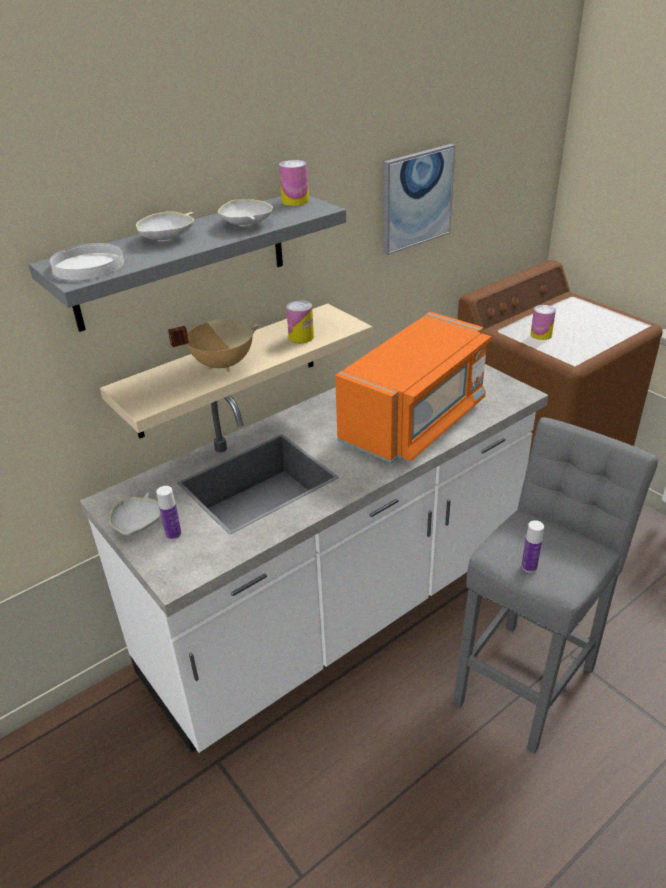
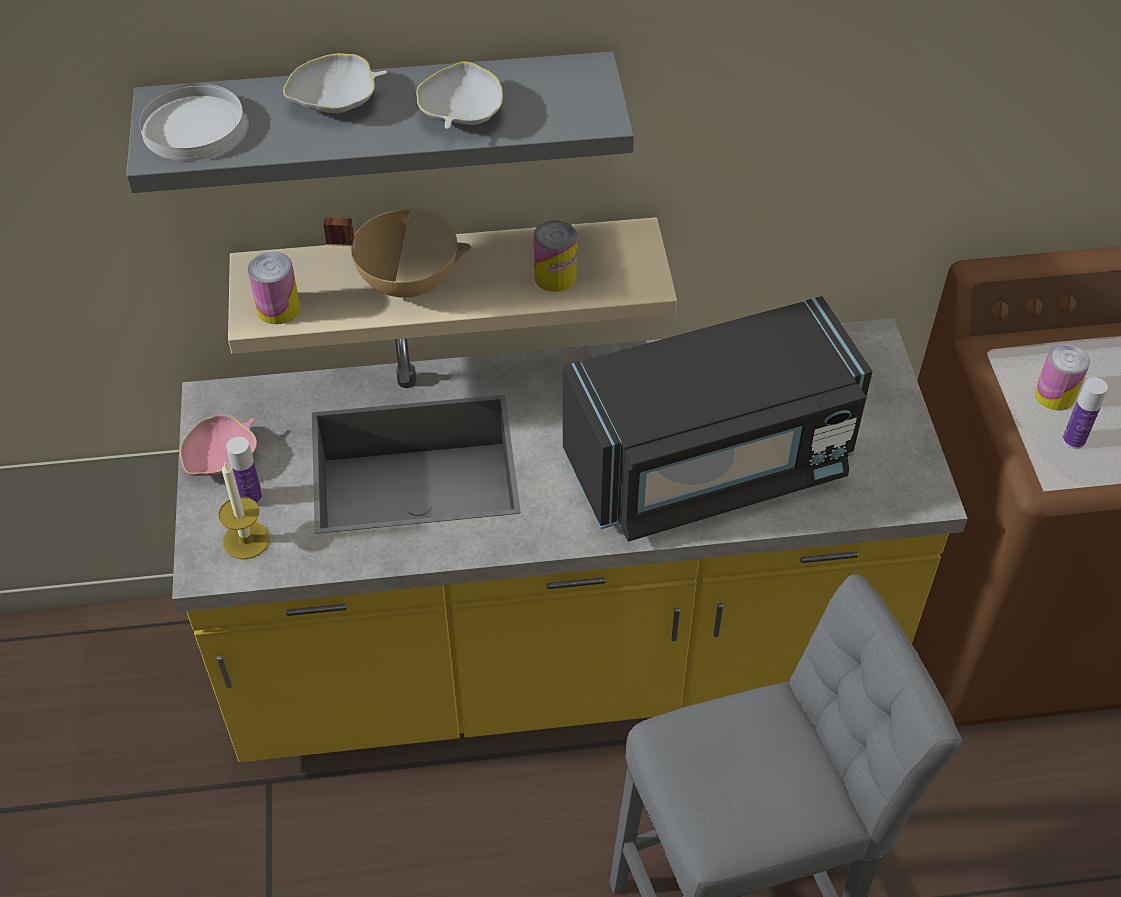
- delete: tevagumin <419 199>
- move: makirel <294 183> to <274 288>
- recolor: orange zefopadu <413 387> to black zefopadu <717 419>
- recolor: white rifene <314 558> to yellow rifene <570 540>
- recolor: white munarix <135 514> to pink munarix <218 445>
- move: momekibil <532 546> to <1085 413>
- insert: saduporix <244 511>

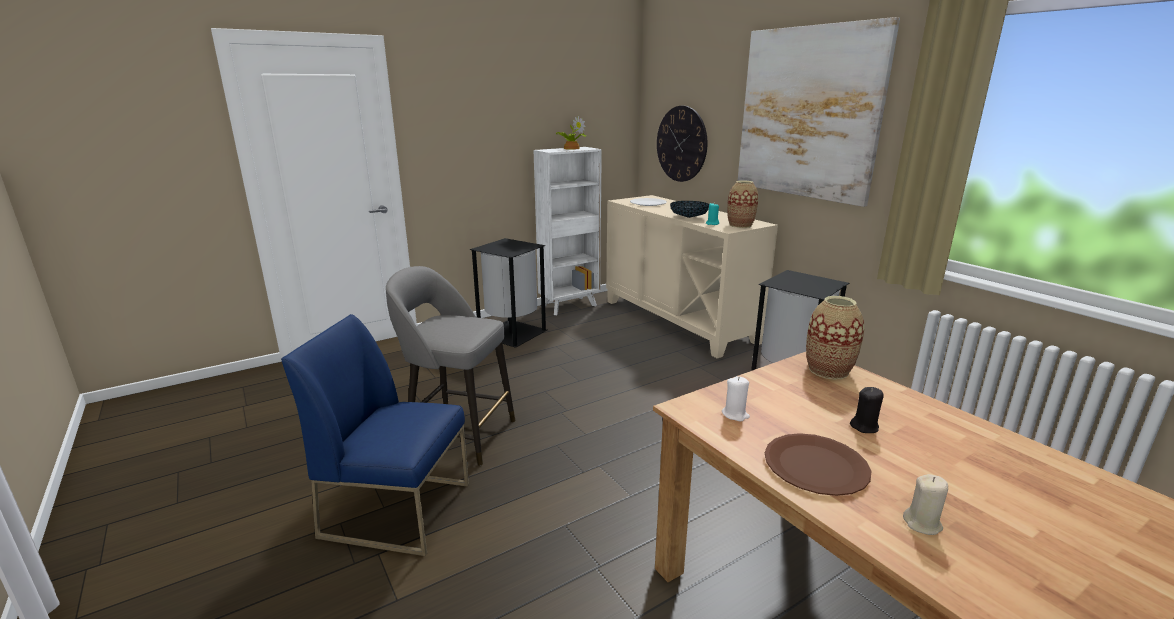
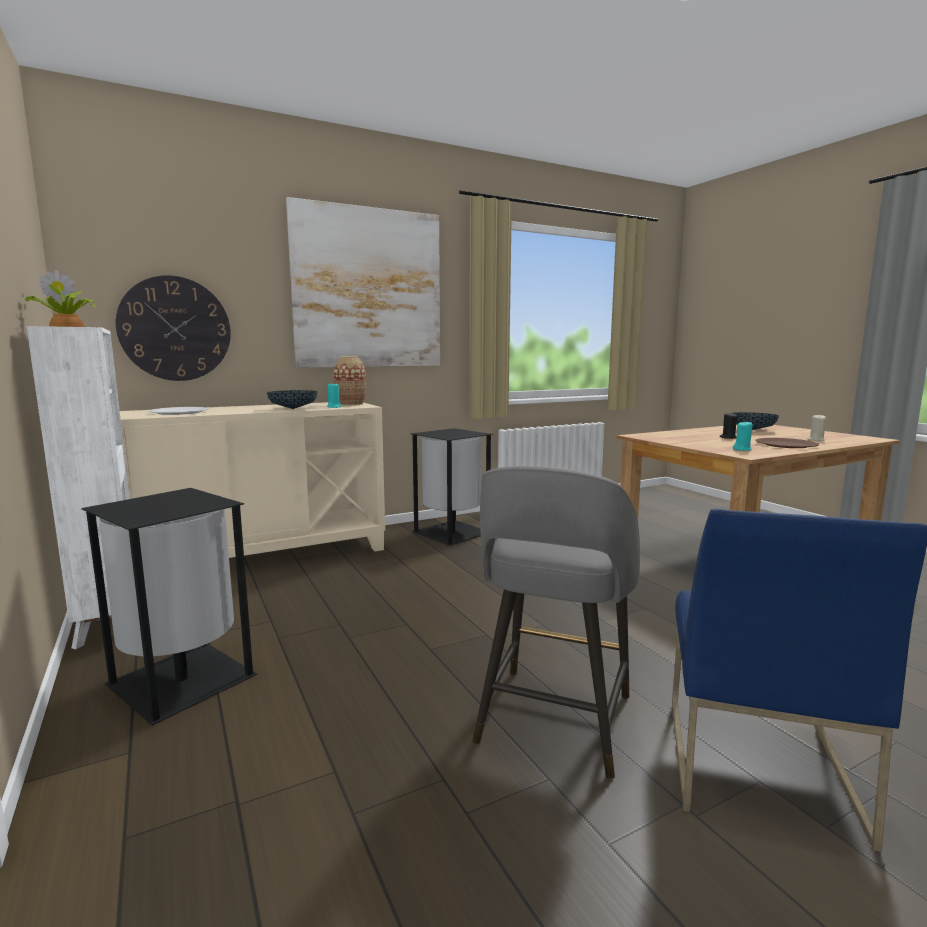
- delete: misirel <835 337>
- recolor: white saduporix <736 398> to turquoise saduporix <743 436>
- insert: munarix <756 421>

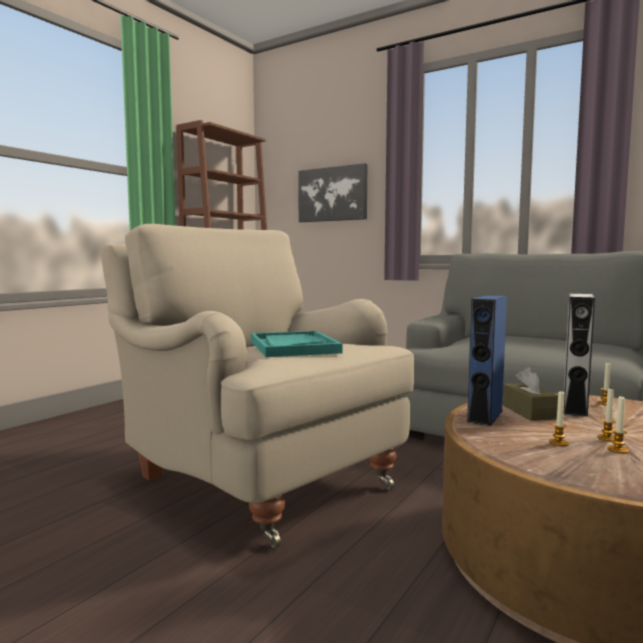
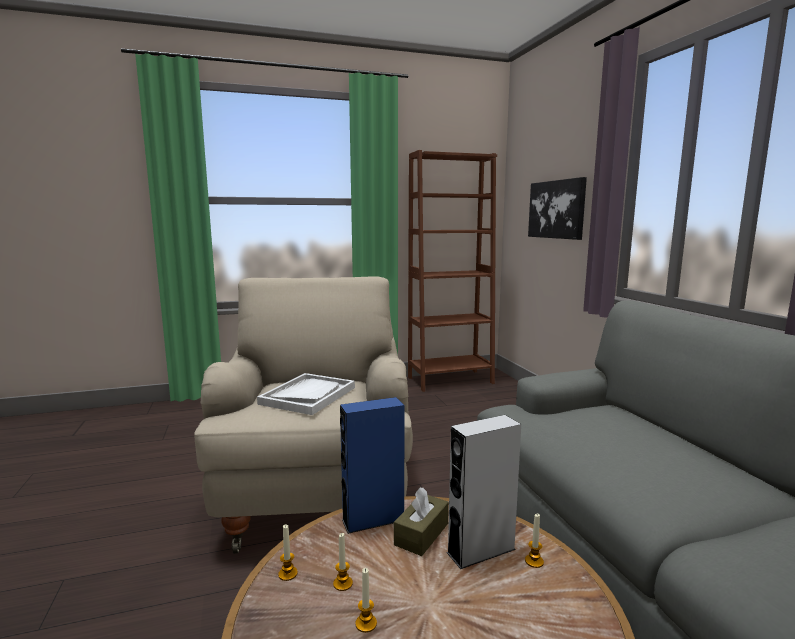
- recolor: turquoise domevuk <296 344> to white domevuk <306 394>
- move: saduporix <606 415> to <288 552>

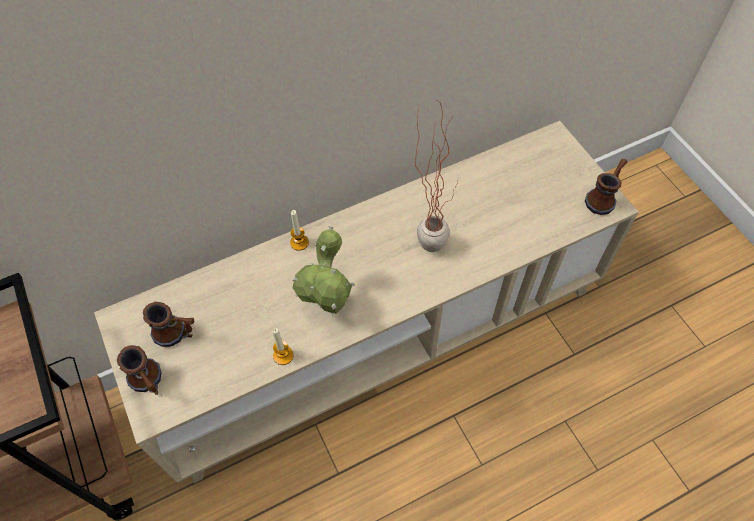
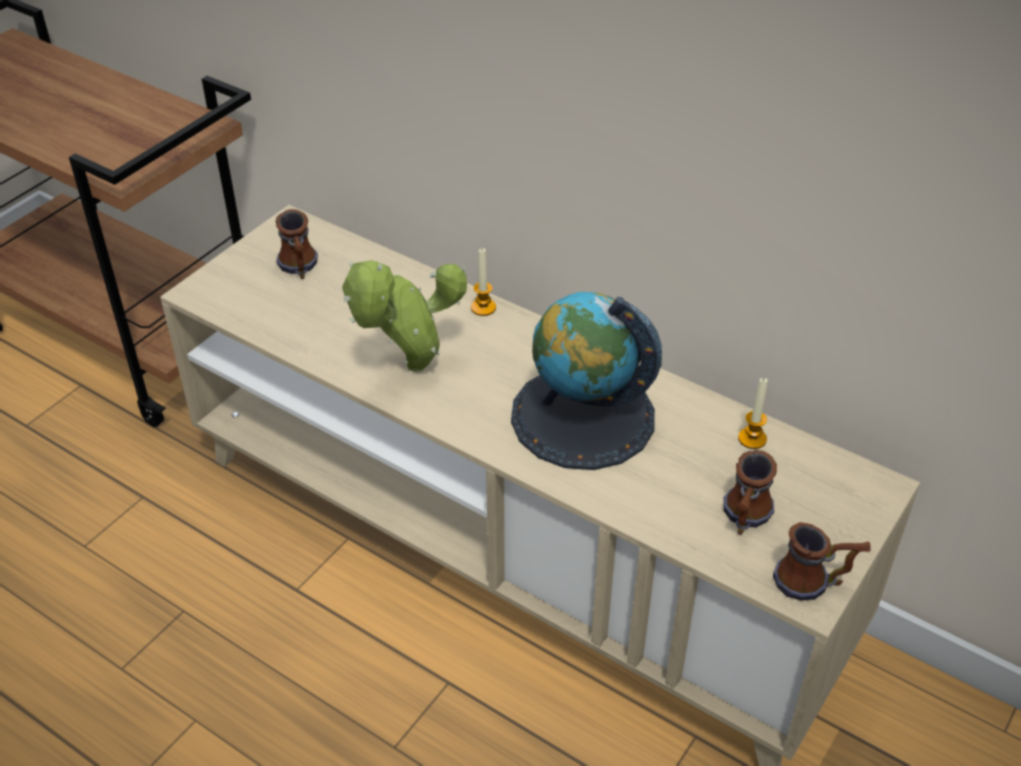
- replace: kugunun <437 176> to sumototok <586 381>
- move: saduporix <283 346> to <753 413>
- move: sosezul <139 370> to <750 492>

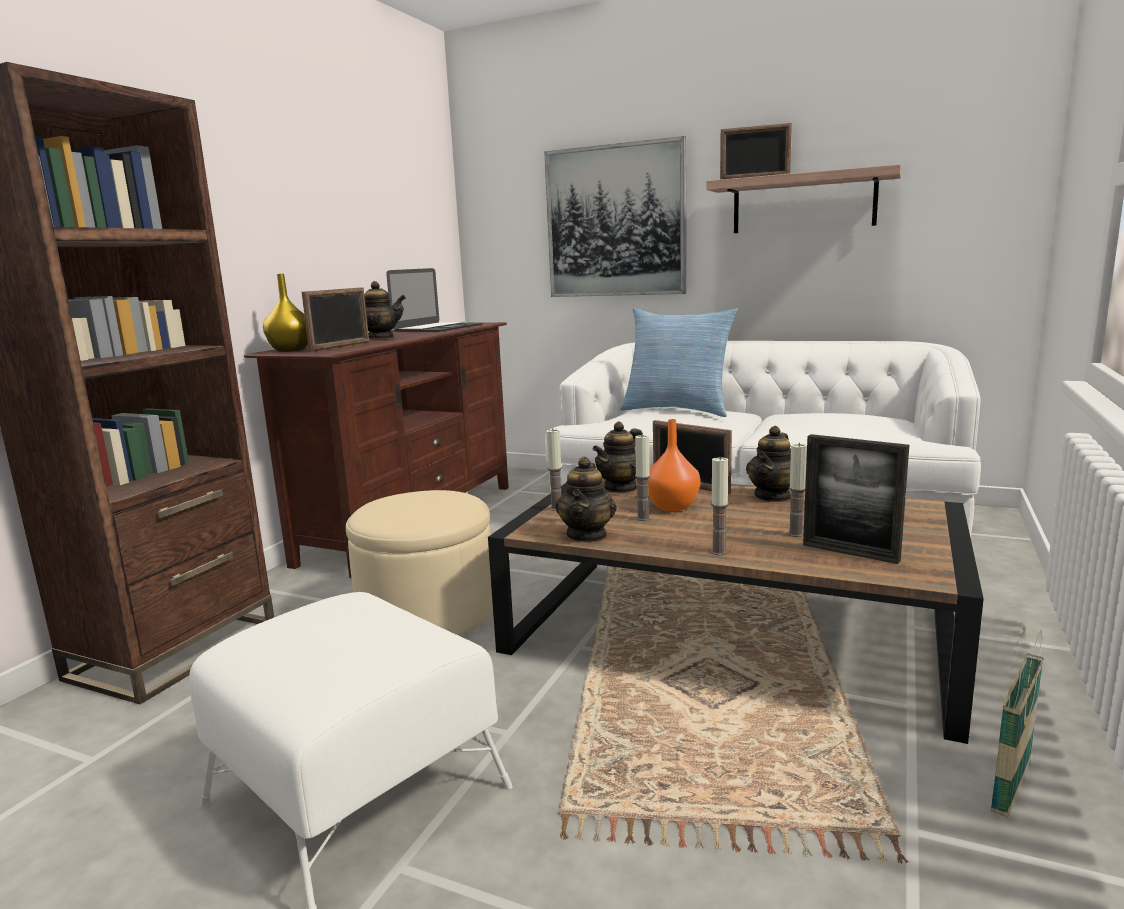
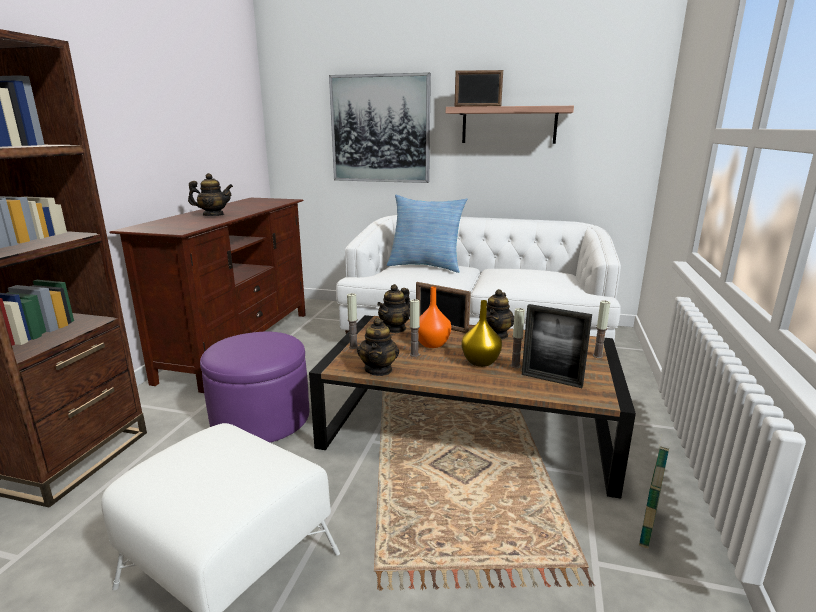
- delete: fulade <434 300>
- move: yellow misirel <285 313> to <481 333>
- delete: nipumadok <335 319>
- move: saduporix <720 505> to <602 329>
- recolor: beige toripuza <419 563> to purple toripuza <254 387>

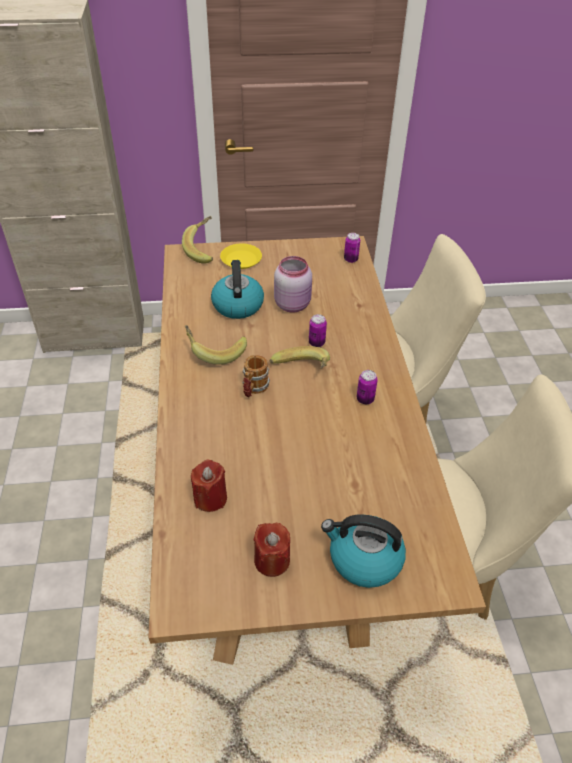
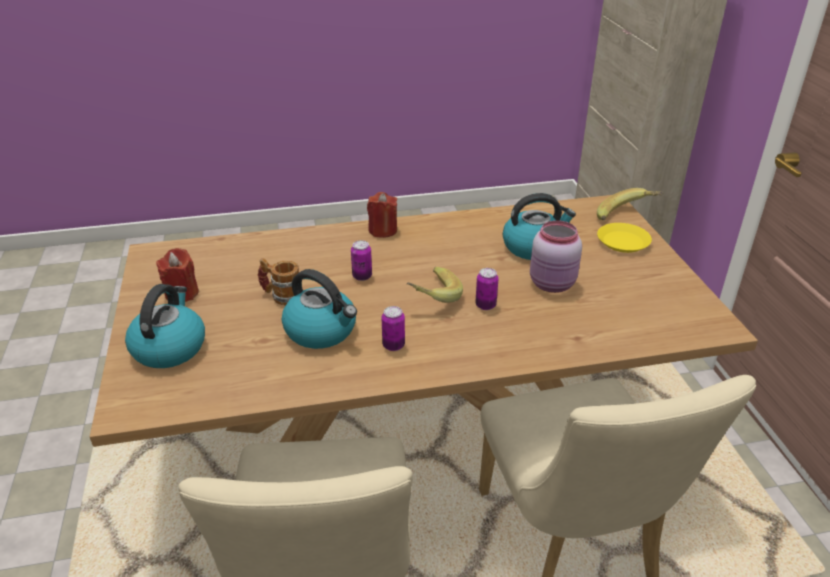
- move: makirel <352 248> to <361 260>
- delete: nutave <216 345>
- move: sosezul <256 376> to <278 282>
- move: red saduporix <209 486> to <382 215>
- insert: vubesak <319 309>

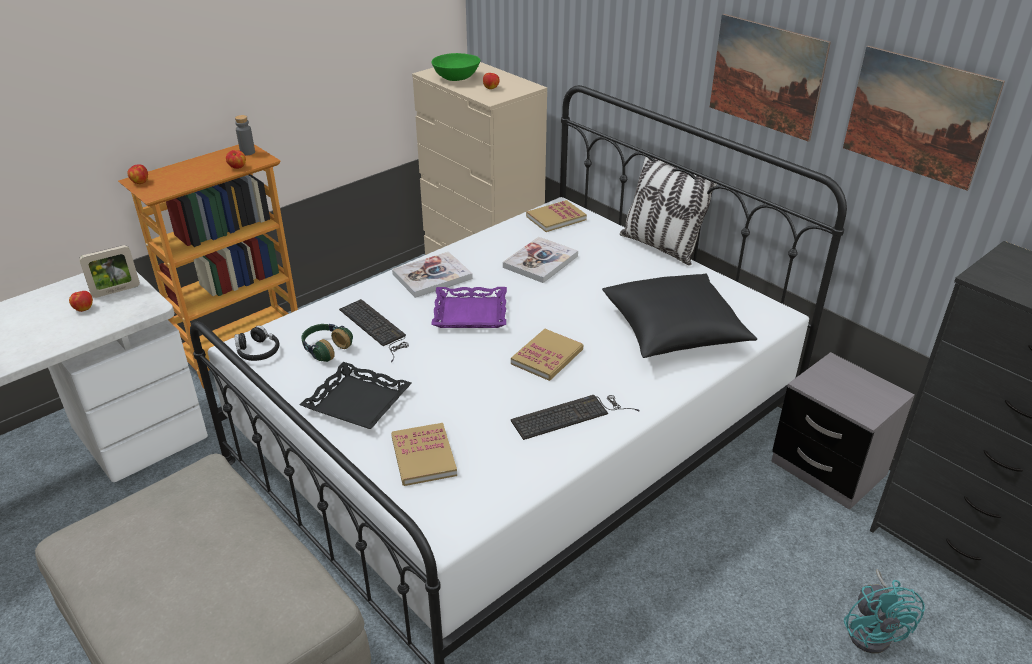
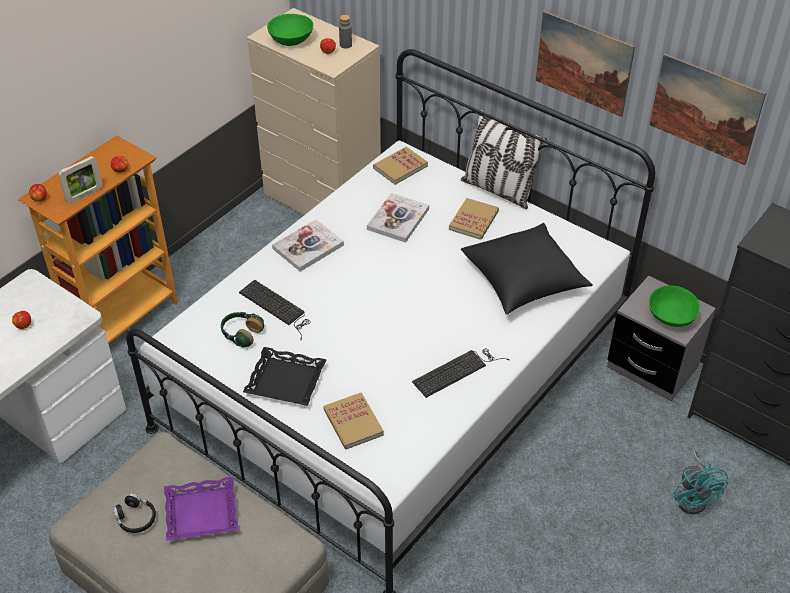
- move: grey momekibil <245 135> to <345 31>
- move: nipumadok <109 271> to <80 180>
- move: purple domevuk <469 307> to <201 509>
- move: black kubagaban <257 343> to <134 513>
- move: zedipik <547 355> to <474 219>
- insert: green munarix <674 306>

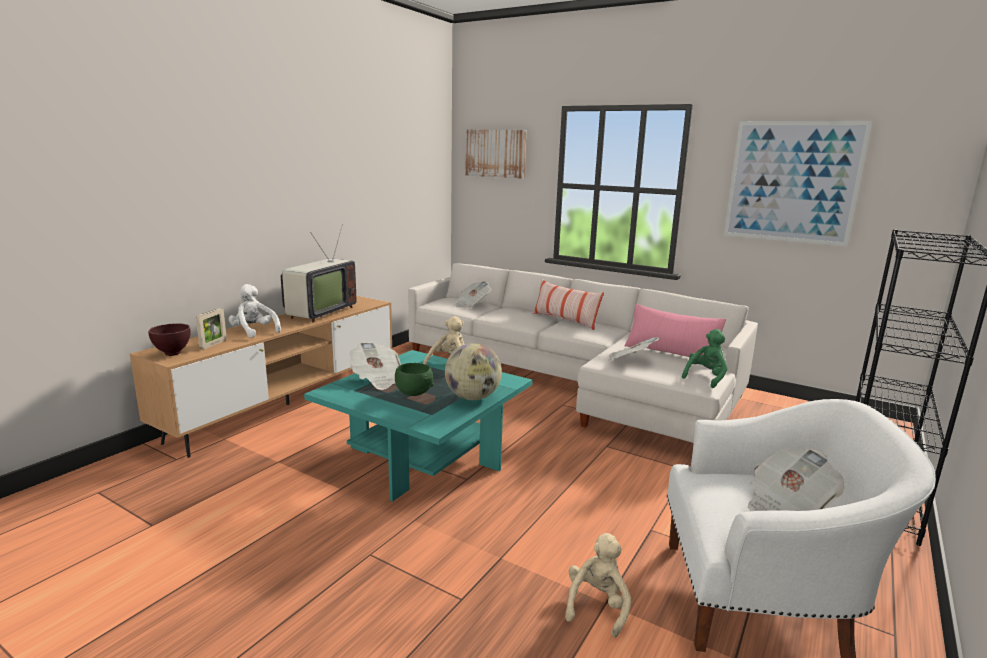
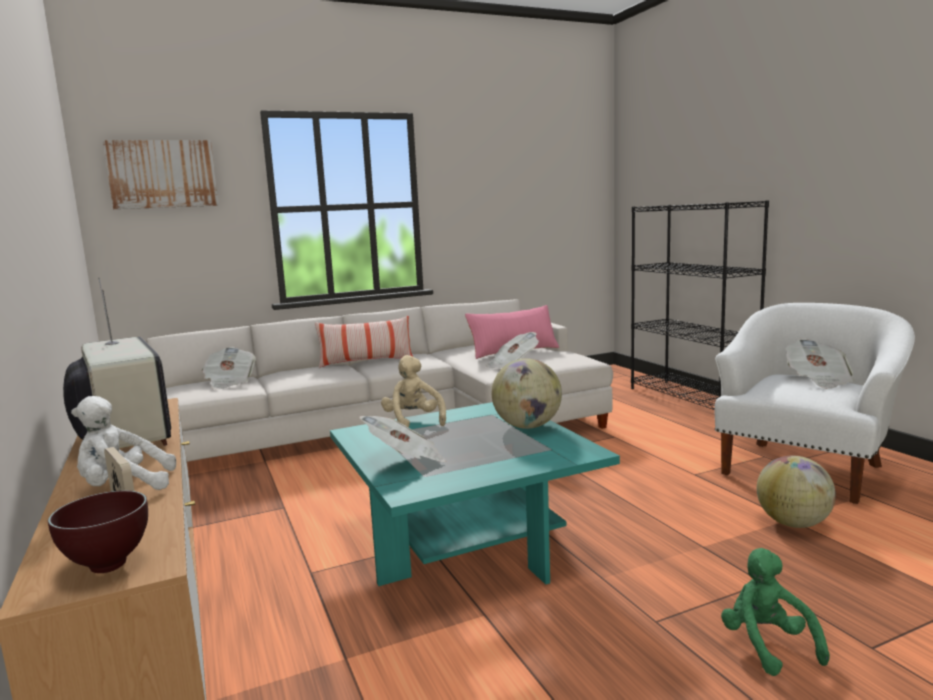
- delete: tevagumin <798 183>
- move: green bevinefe <705 358> to <775 612>
- delete: green munarix <414 379>
- replace: beige bevinefe <598 585> to sumototok <796 492>

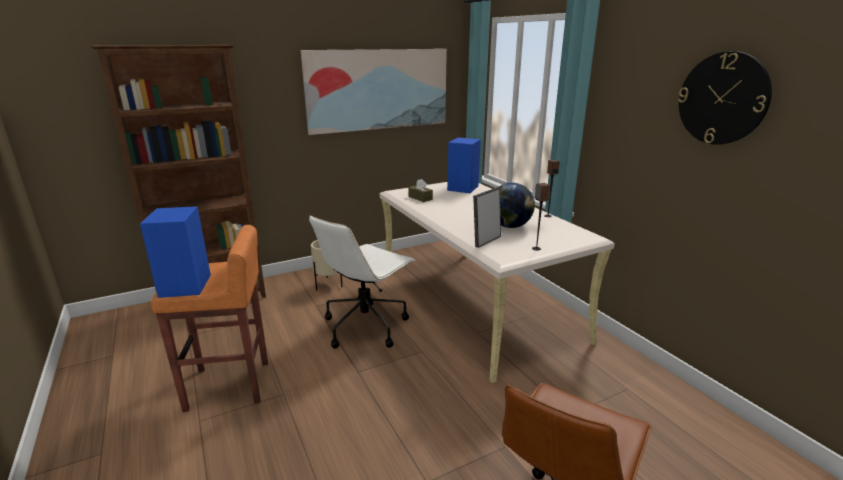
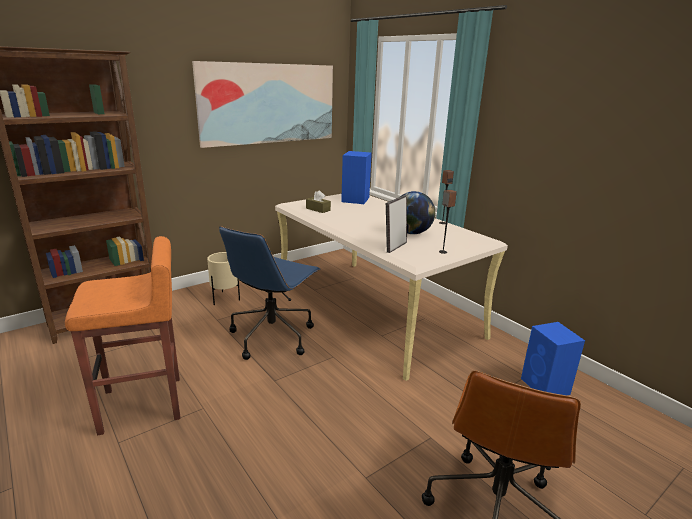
- delete: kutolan <725 98>
- move: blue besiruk <175 252> to <553 358>
- recolor: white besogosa <362 281> to blue besogosa <270 293>

